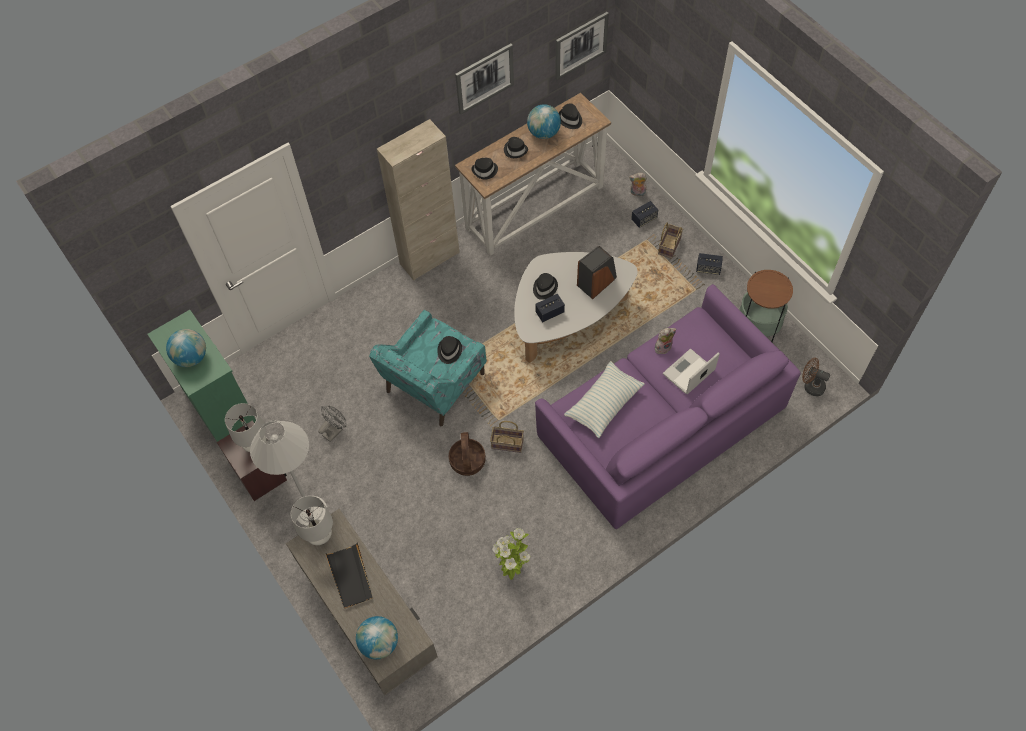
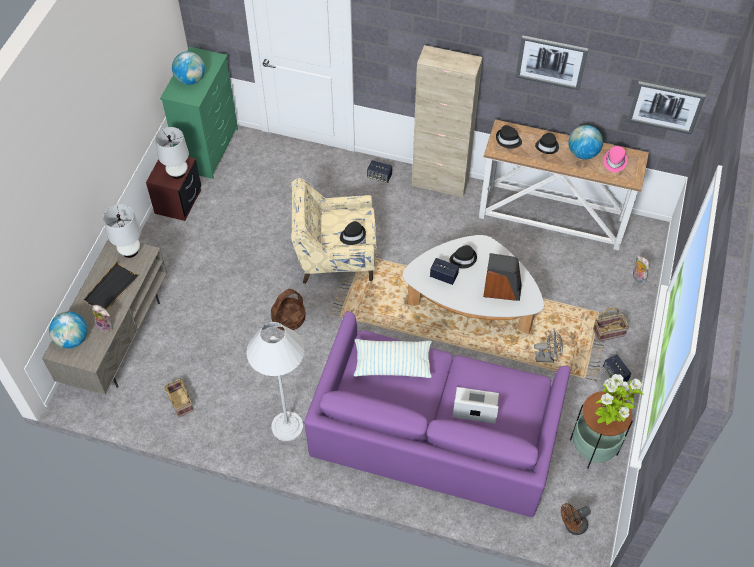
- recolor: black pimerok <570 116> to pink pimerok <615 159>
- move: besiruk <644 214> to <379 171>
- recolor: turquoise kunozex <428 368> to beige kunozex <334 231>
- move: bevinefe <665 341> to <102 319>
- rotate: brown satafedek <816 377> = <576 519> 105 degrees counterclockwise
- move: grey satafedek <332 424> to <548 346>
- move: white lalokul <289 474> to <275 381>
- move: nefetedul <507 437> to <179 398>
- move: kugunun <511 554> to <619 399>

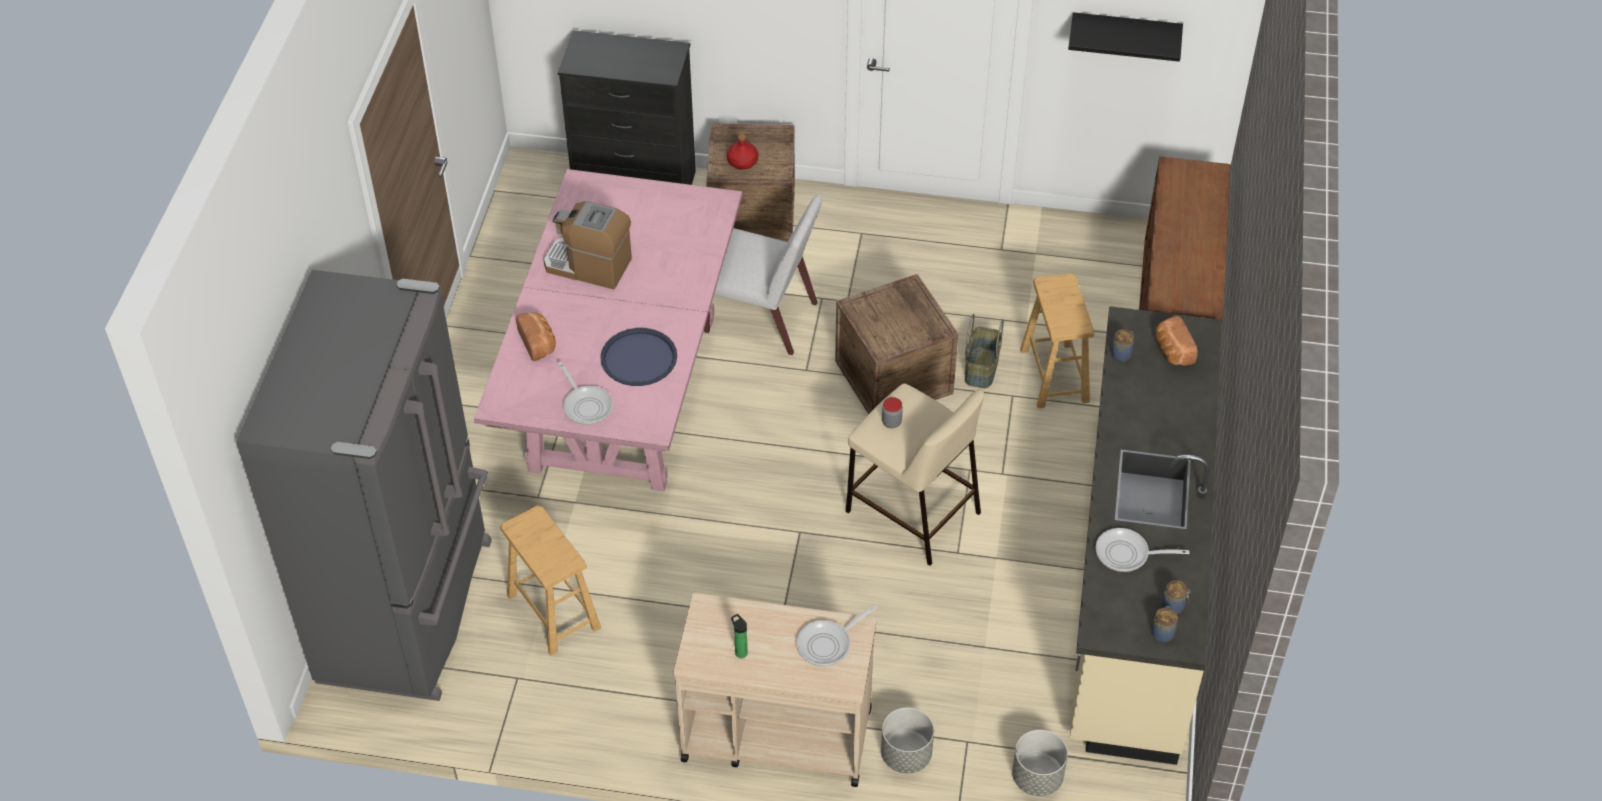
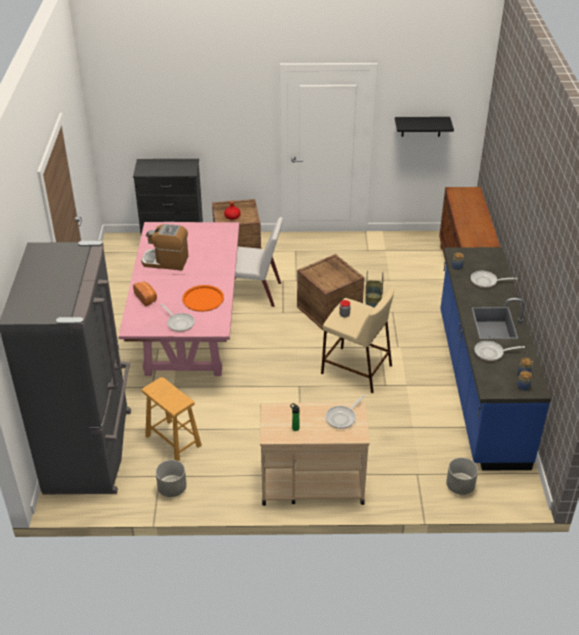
- delete: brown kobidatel <1057 341>
- recolor: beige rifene <1146 535> to blue rifene <495 359>
- delete: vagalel <1176 340>
- recolor: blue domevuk <638 357> to orange domevuk <203 298>
- move: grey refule <907 740> to <171 478>
- insert: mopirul <494 279>

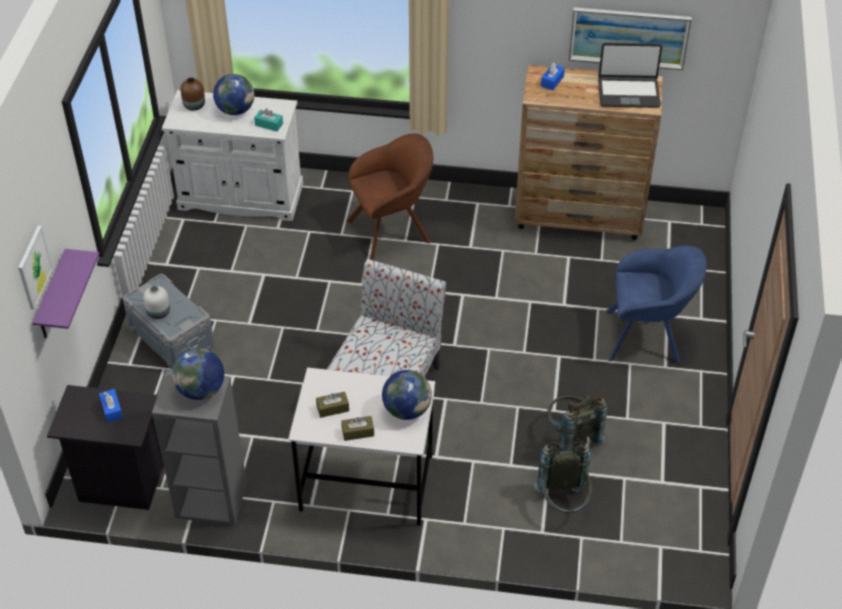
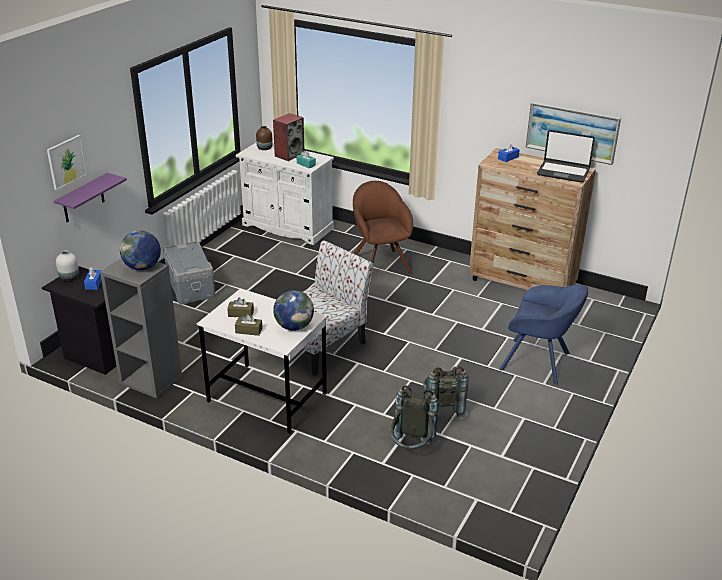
- replace: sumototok <233 94> to besiruk <288 137>
- rotate: brown kunozex <389 196> = <383 227> 105 degrees counterclockwise
- move: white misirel <156 302> to <67 266>

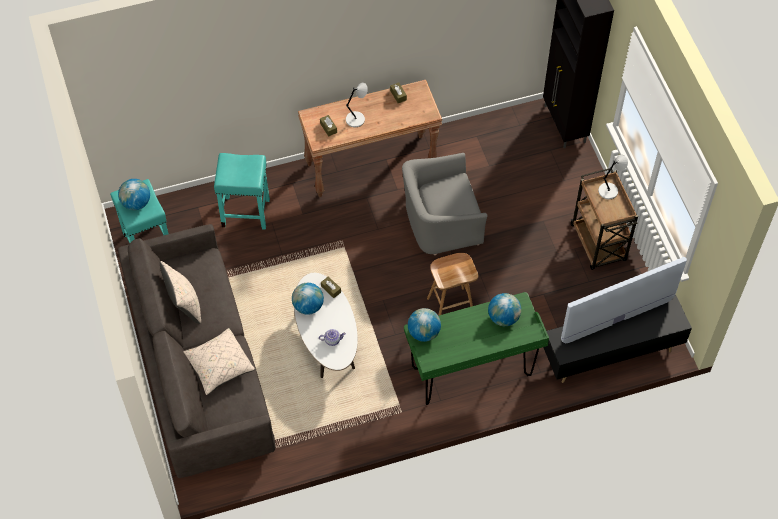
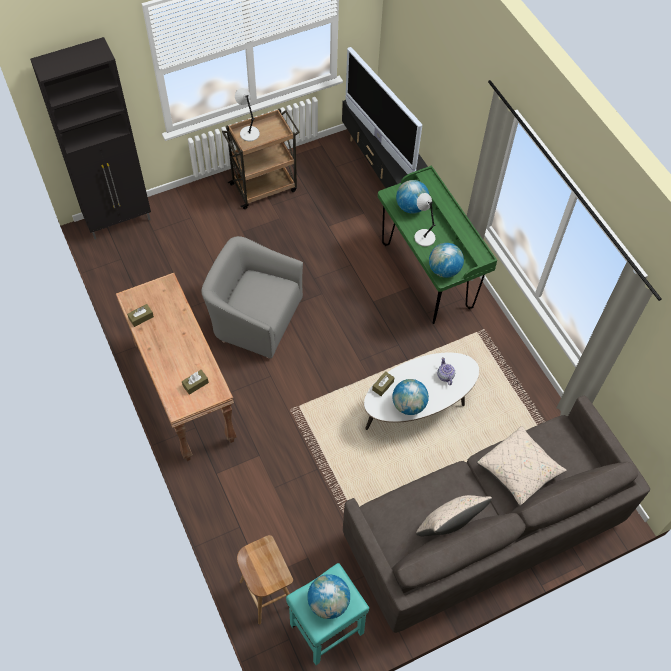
- move: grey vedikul <357 105> to <425 220>
- delete: turquoise kobidatel <242 191>
- rotate: grey kunozex <444 204> = <252 297> 135 degrees clockwise
- move: brown kobidatel <452 284> to <265 580>

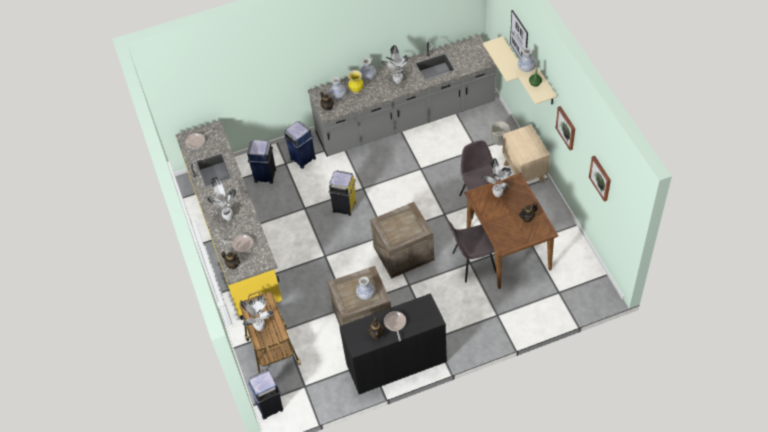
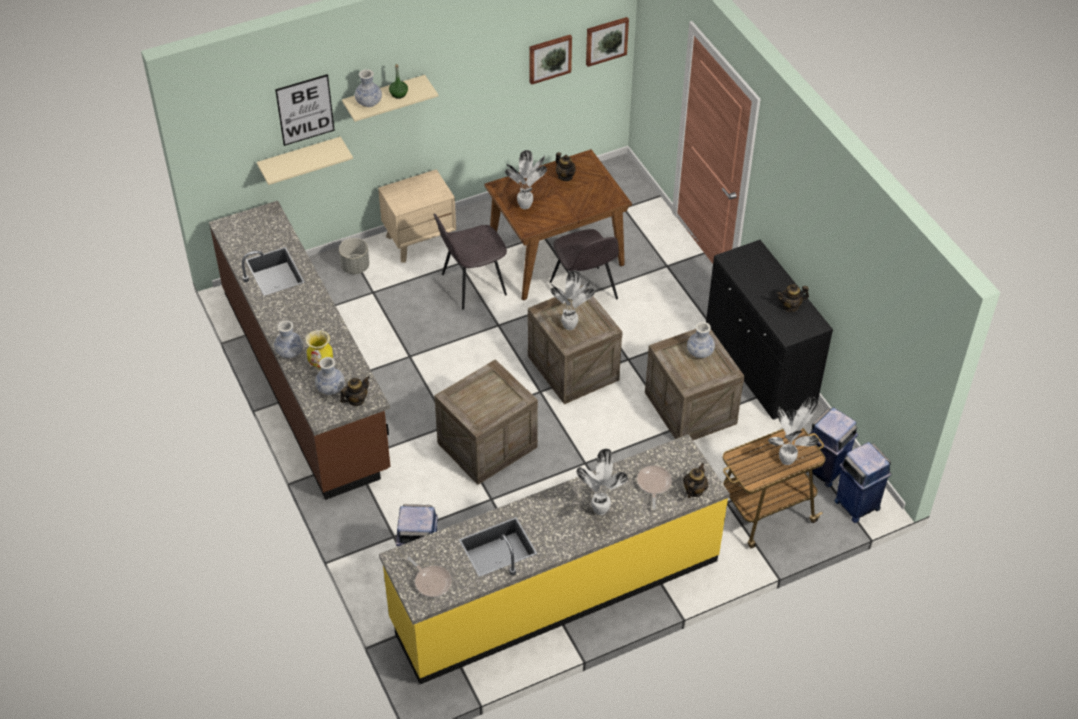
- recolor: grey rifene <402 96> to brown rifene <300 350>
- move: kugunun <395 64> to <573 300>
- move: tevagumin <565 128> to <607 42>
- move: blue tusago <300 145> to <832 447>
- replace: yellow tusago <342 193> to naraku <486 422>
- delete: mopirul <395 326>

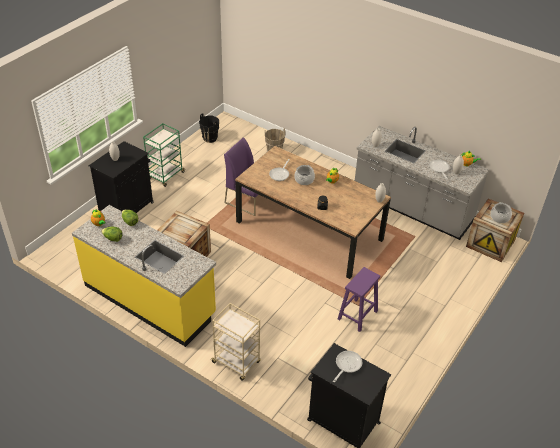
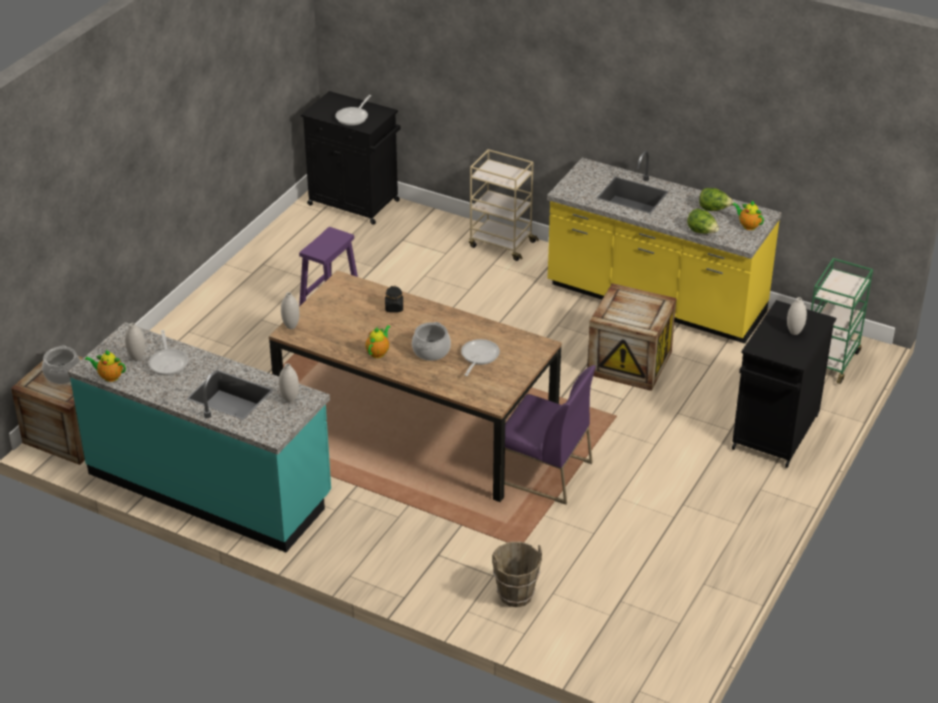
- delete: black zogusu <209 128>
- move: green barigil <164 155> to <842 321>
- recolor: grey rifene <422 183> to turquoise rifene <199 437>

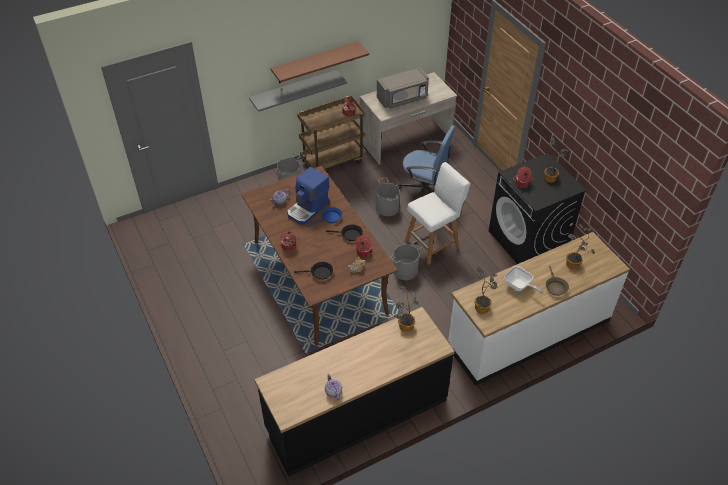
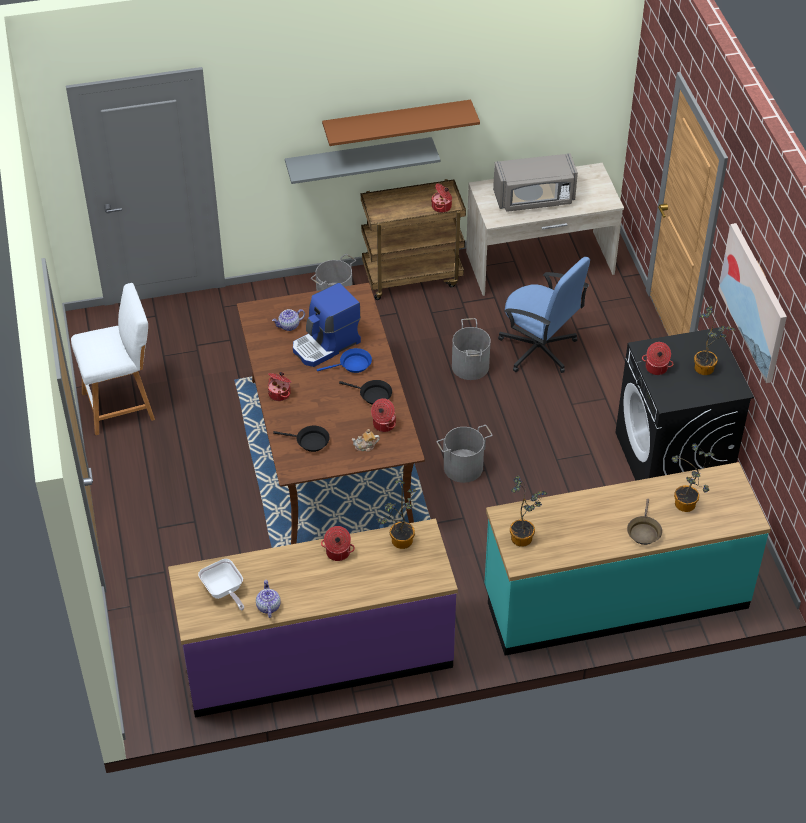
- move: white kobidatel <437 213> to <113 359>
- recolor: white rifene <539 309> to turquoise rifene <628 559>
- move: mopirul <524 280> to <221 584>
- recolor: black rifene <354 391> to purple rifene <313 618>
- insert: tevagumin <752 303>
- insert: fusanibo <338 543>

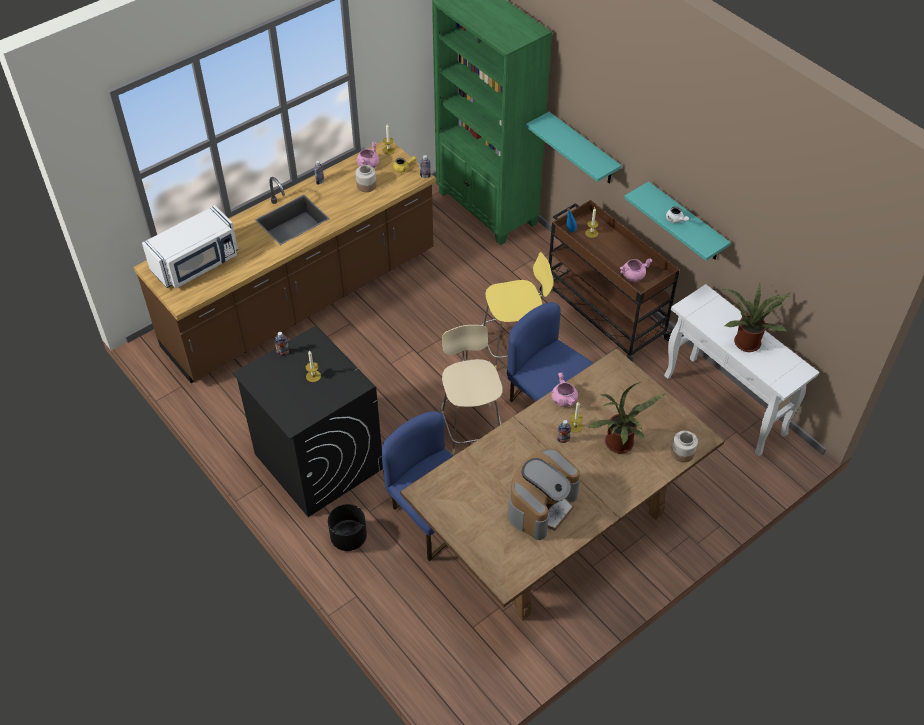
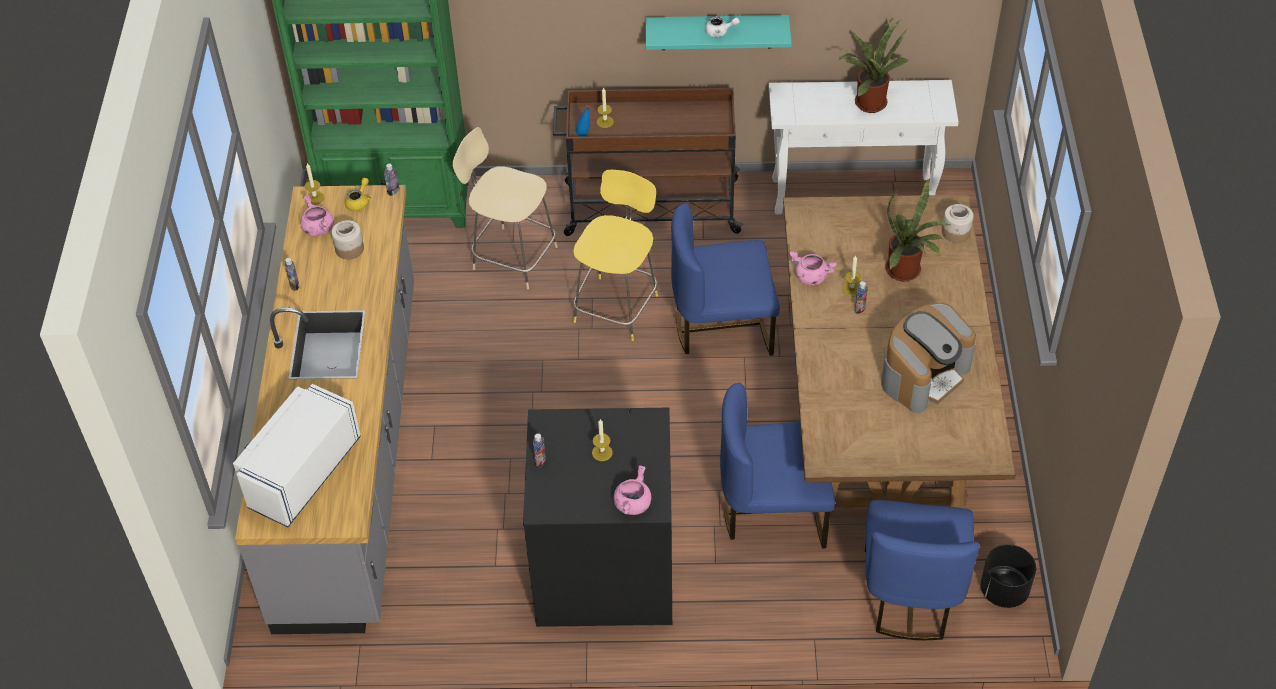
- delete: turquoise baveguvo <573 148>
- recolor: brown rifene <285 262> to grey rifene <324 409>
- rotate: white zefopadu <190 246> = <297 455> 150 degrees counterclockwise
- move: pink fusanibo <636 270> to <632 490>
- move: beige kobidatel <472 389> to <505 208>
- rotate: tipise <544 494> = <928 357> 60 degrees clockwise
- move: black refule <347 527> to <1008 576>
- insert: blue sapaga <922 570>

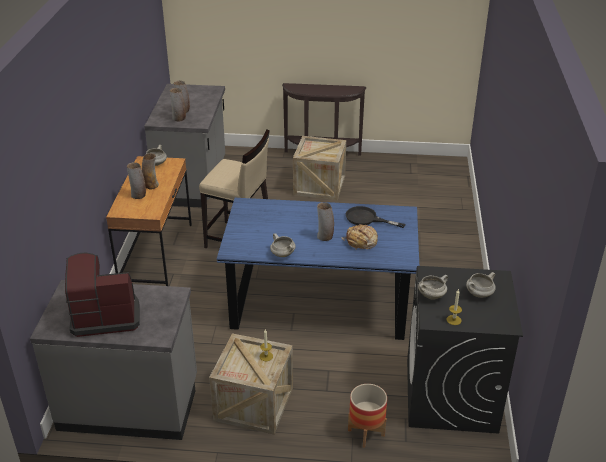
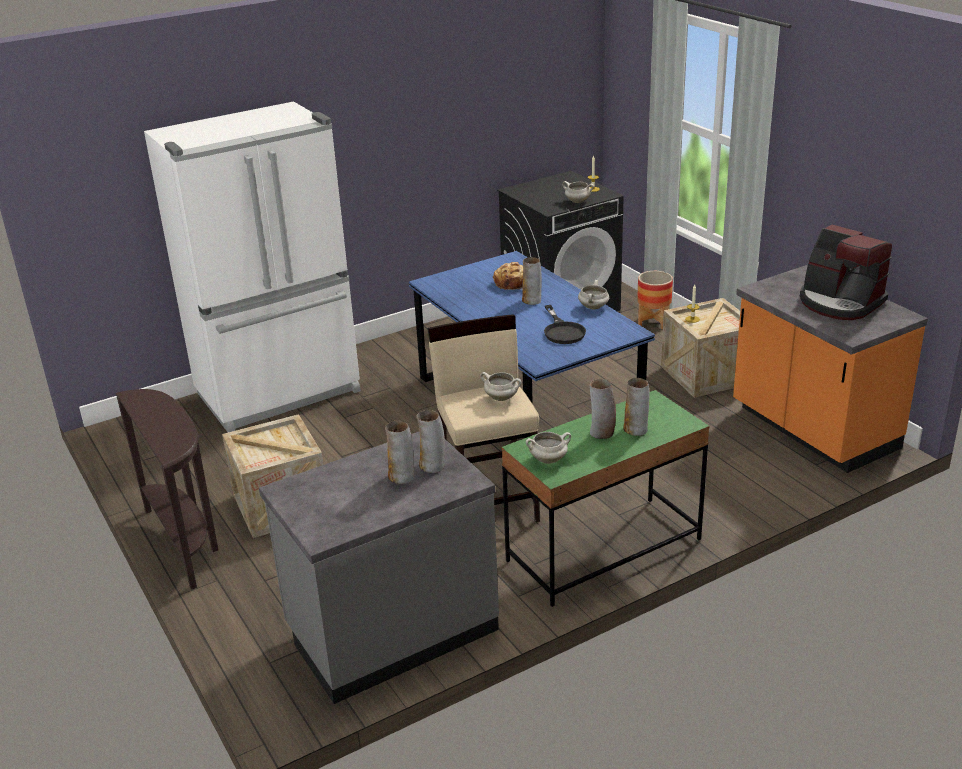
- recolor: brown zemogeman <149 221> to green zemogeman <605 498>
- move: black mopirul <376 217> to <565 324>
- move: white fusanibo <481 285> to <500 386>
- recolor: grey rifene <113 360> to orange rifene <830 369>
- insert: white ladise <252 266>

